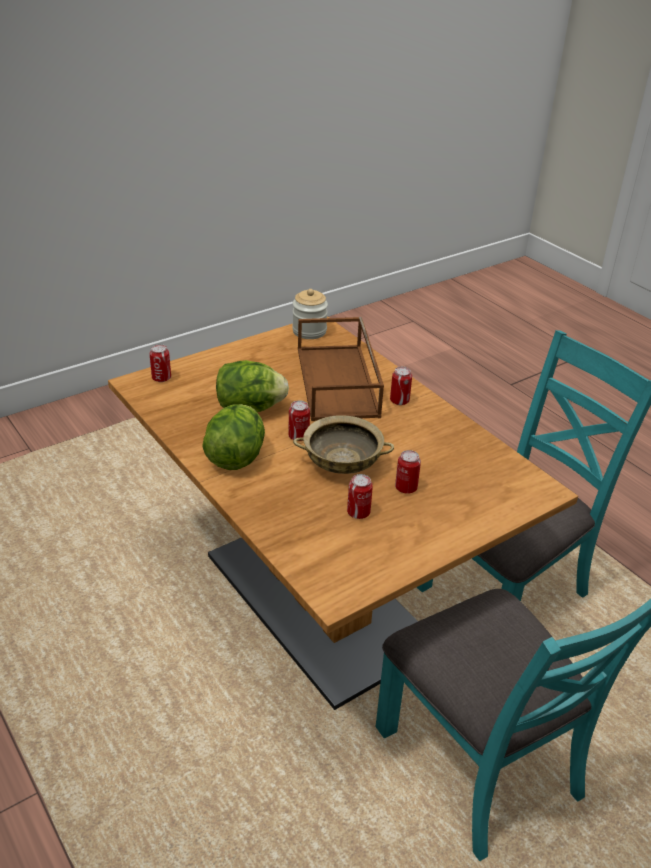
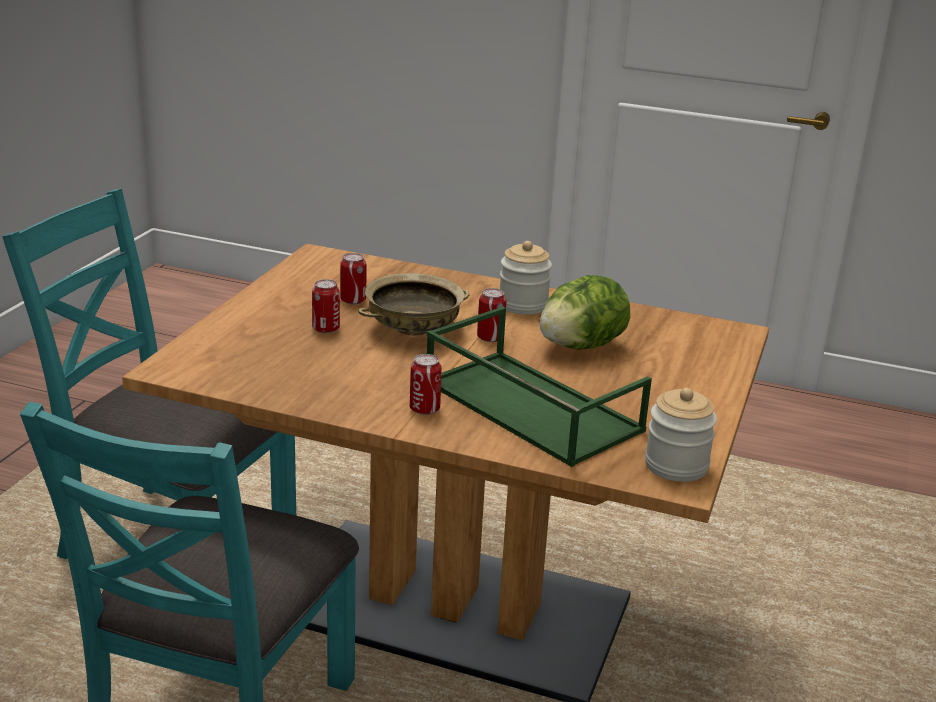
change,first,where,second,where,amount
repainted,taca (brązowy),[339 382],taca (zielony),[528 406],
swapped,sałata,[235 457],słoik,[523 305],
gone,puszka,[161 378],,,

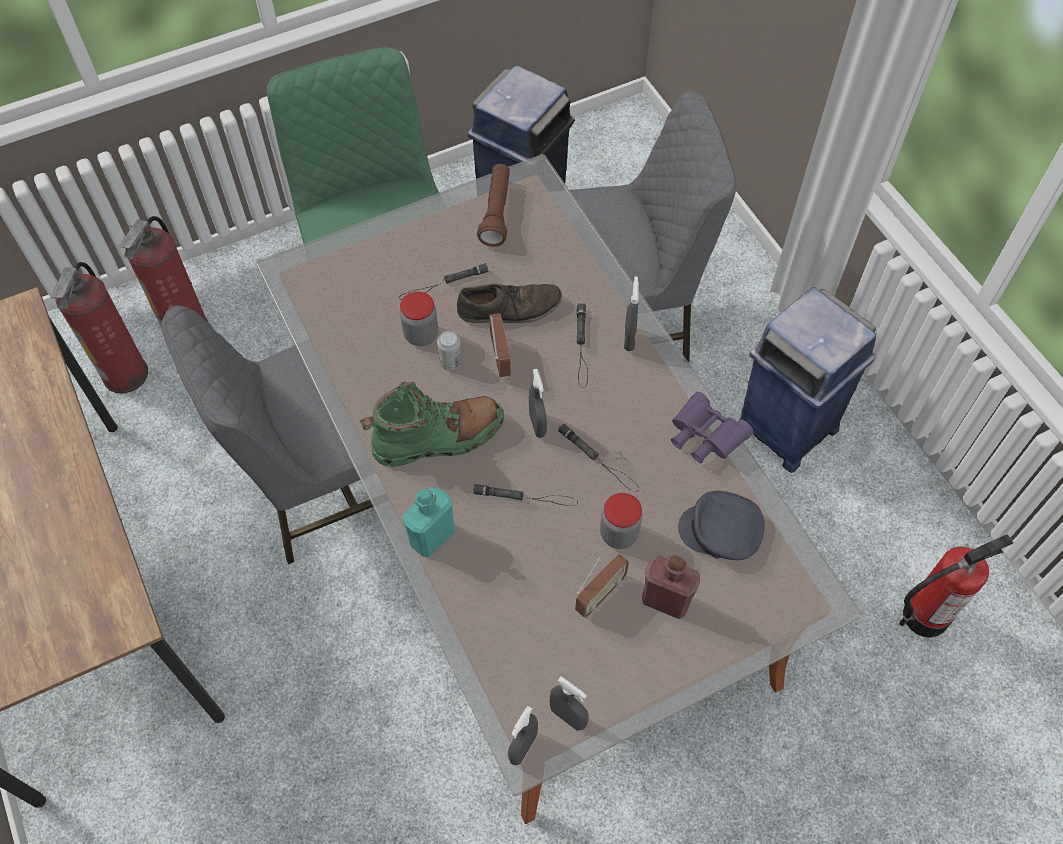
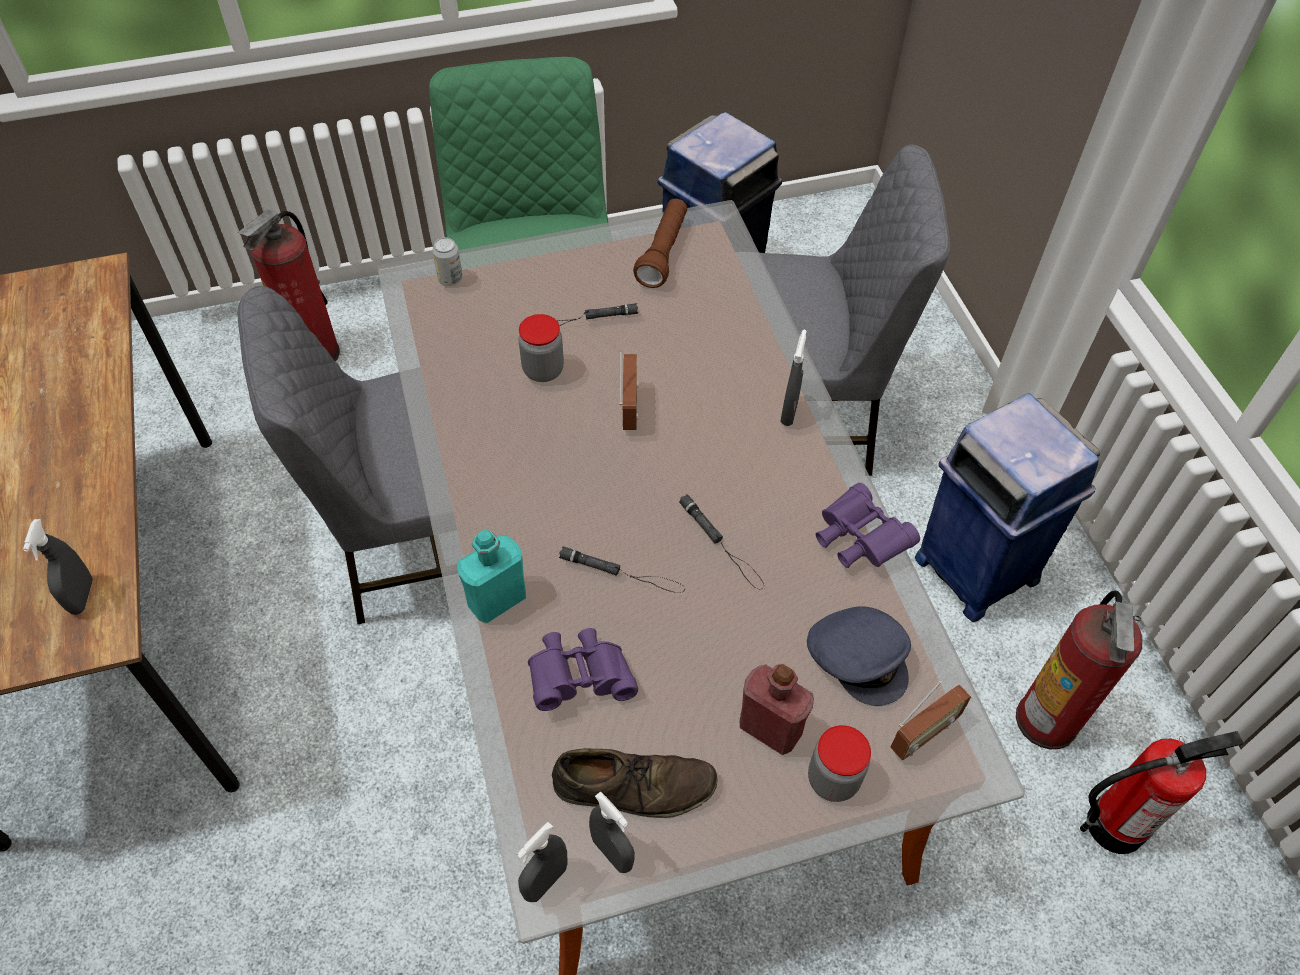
change,first,where,second,where,amount
shifted,spryskiwacz (szary),[537 424],,[82 596],
shifted,puszka,[450 362],,[450 279],
new,,,lornetka (fioletowy),[580 678],
shifted,but (brązowy),[509 308],,[634 786],
rotated,czapka z daszkiem (szary),[721 533],,[858 658],150 degrees counterclockwise
shifted,słoik,[619 534],,[833 779],
shifted,radio,[600 594],,[923 734],
shifted,gaśnica,[126 374],,[1047 721],
gone,but z cholewką (zielony),[438 438],,,
gone,latarka (czarny),[582 347],,,

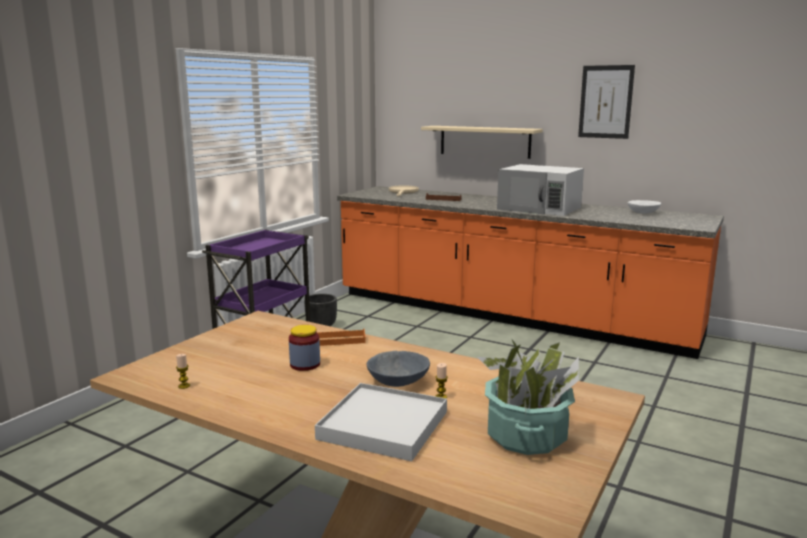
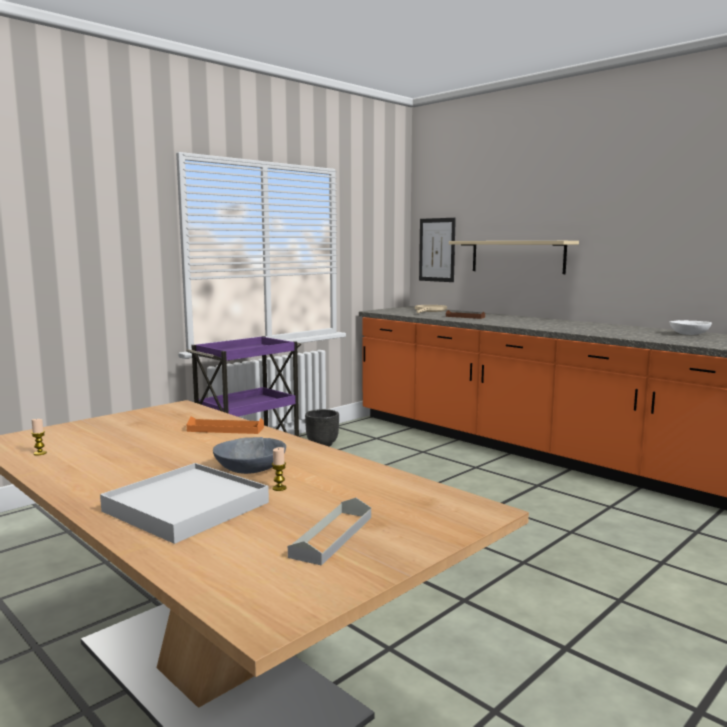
change,first,where,second,where,amount
swapped,roślina doniczkowa,[526 436],taca (szary),[332 536],
shifted,obraz,[605 102],,[437 250],
gone,słoik,[305 364],,,
gone,mikrofalówka (biały),[540 208],,,

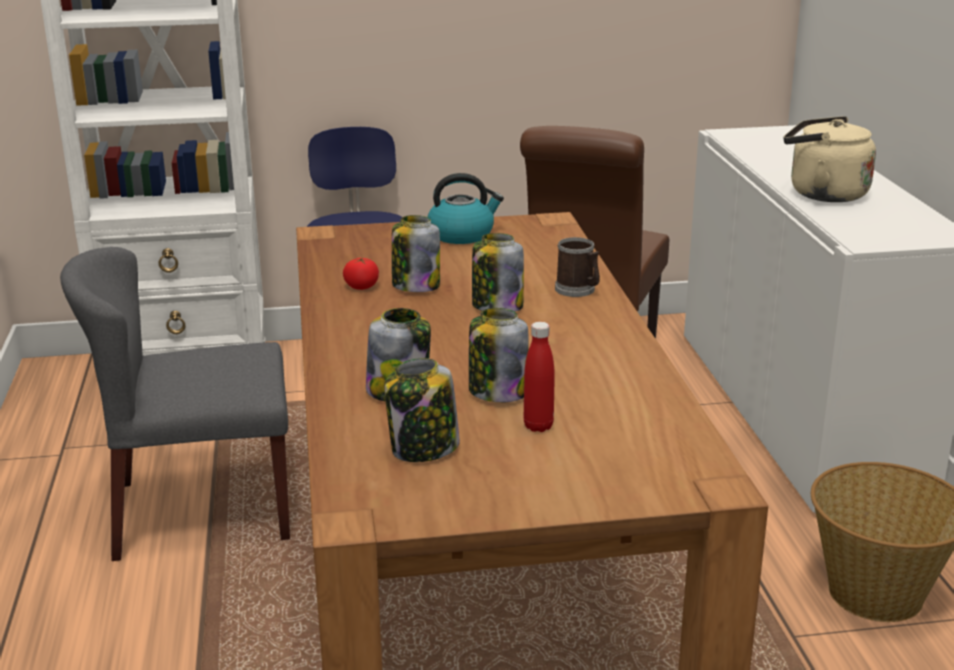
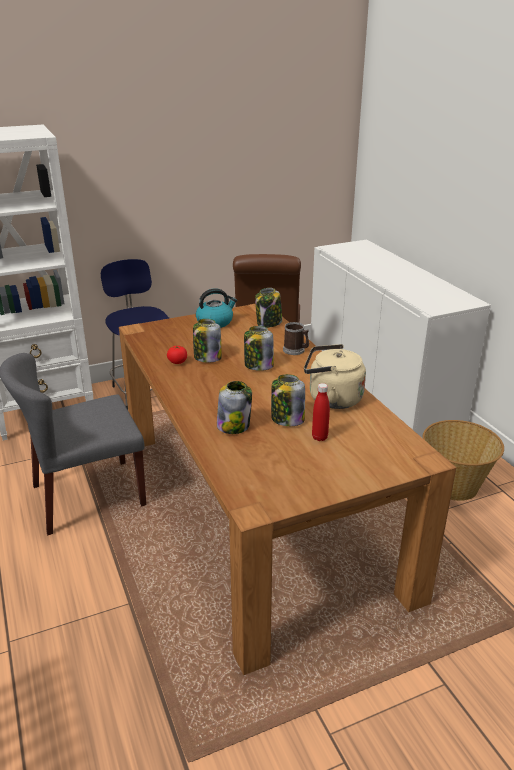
change,first,where,second,where,amount
shifted,słoik,[423 449],,[269 323],
shifted,czajnik (beżowy),[822 194],,[331 399],

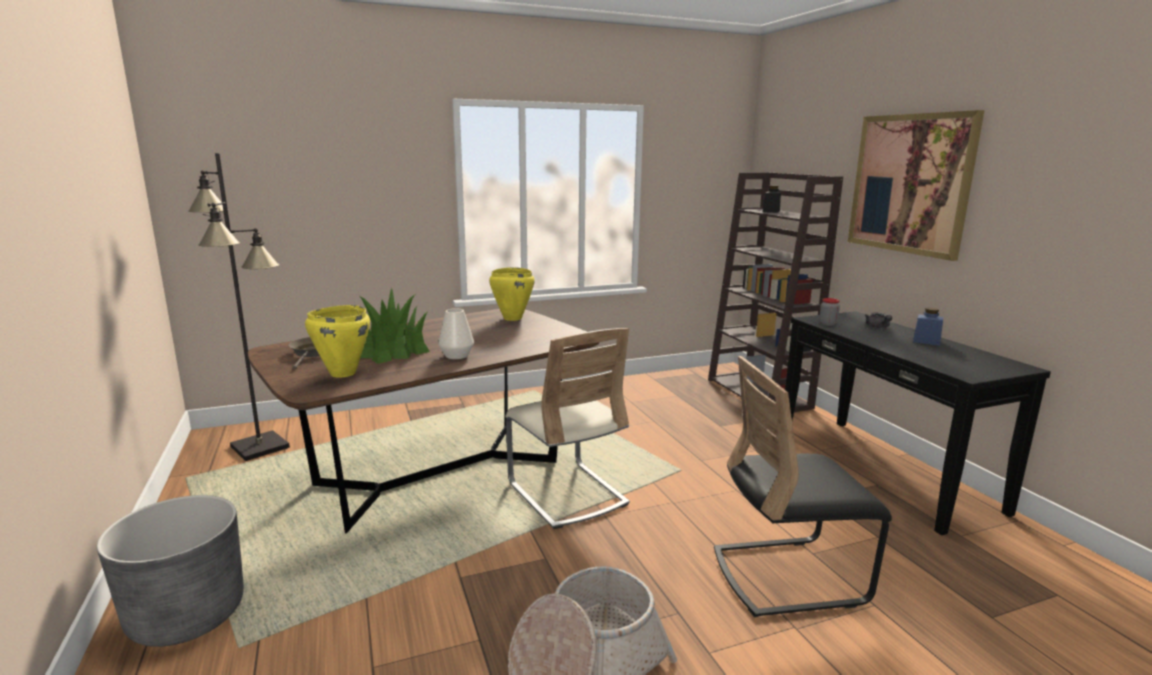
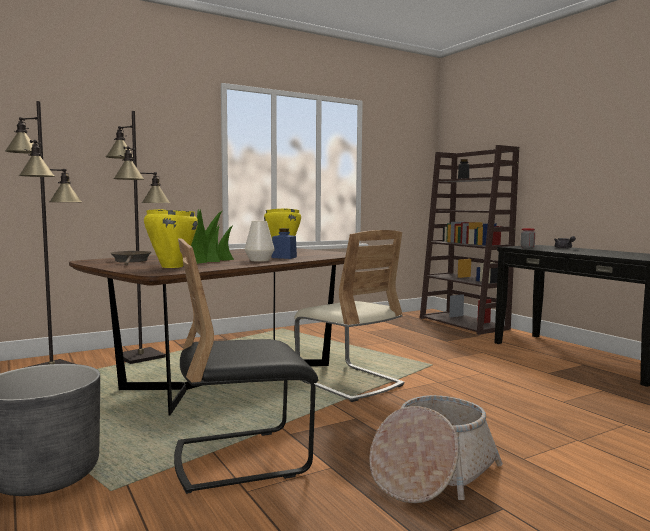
change,first,where,second,where,amount
new,,,lampa stojąca (czarny),[141 357],
shifted,krzesło (czarny),[788 575],,[241 458],
shifted,słoik (niebieski),[926 341],,[284 257],
gone,obraz,[910 184],,,

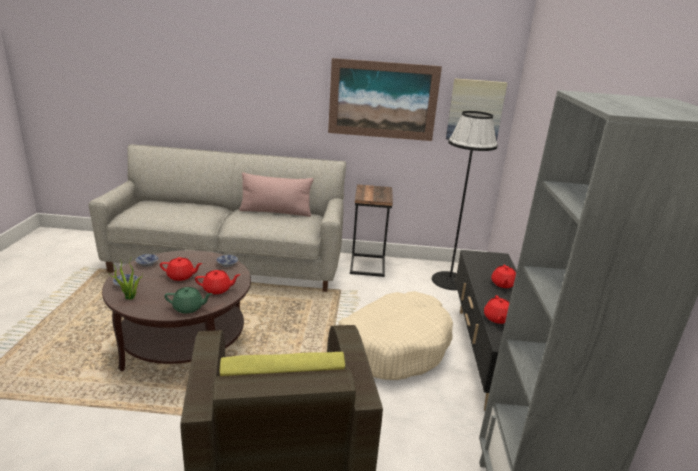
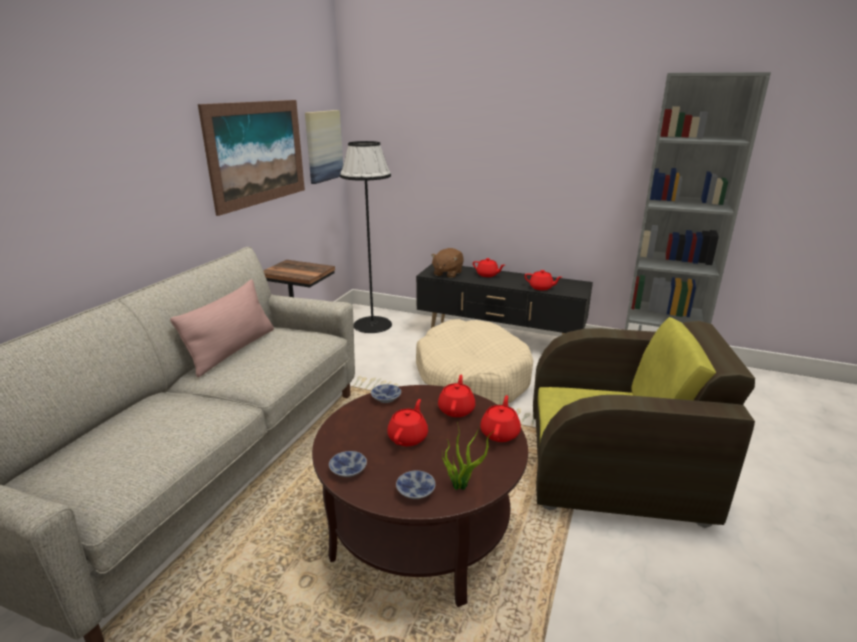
change,first,where,second,where,amount
new,,,pluszak (brązowy),[447 273],
repainted,imbryk (zielony),[188 308],imbryk (czerwony),[500 433],

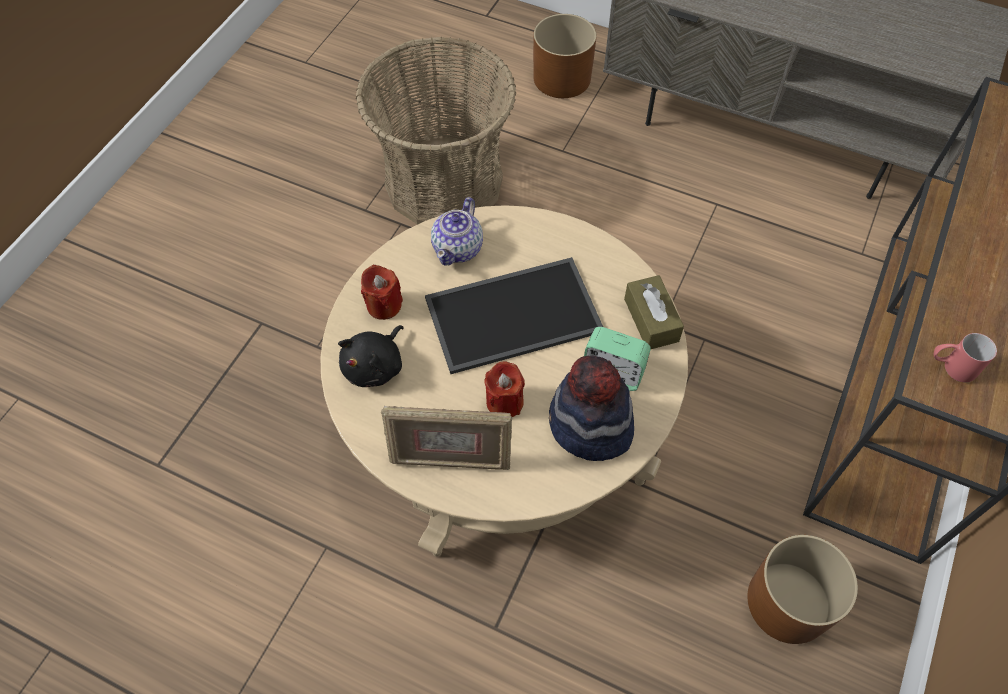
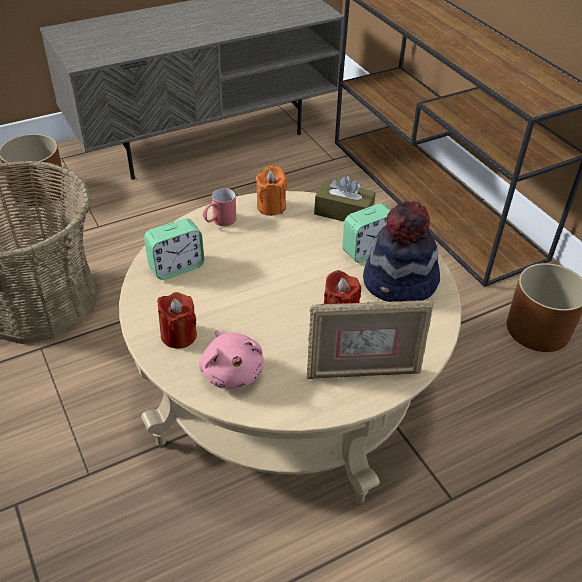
change,first,where,second,where,amount
swapped,imbryk,[458 248],budzik,[176 267],
repainted,pluszak (czarny),[375 366],pluszak (różowy),[232 371],
shifted,kubek (czerwony),[951 367],,[219 222],
new,,,świeca (pomarańczowy),[271 207],
rotated,ramka na zdjęcie,[450 460],,[363 371],45 degrees clockwise
gone,taca,[514 312],,,

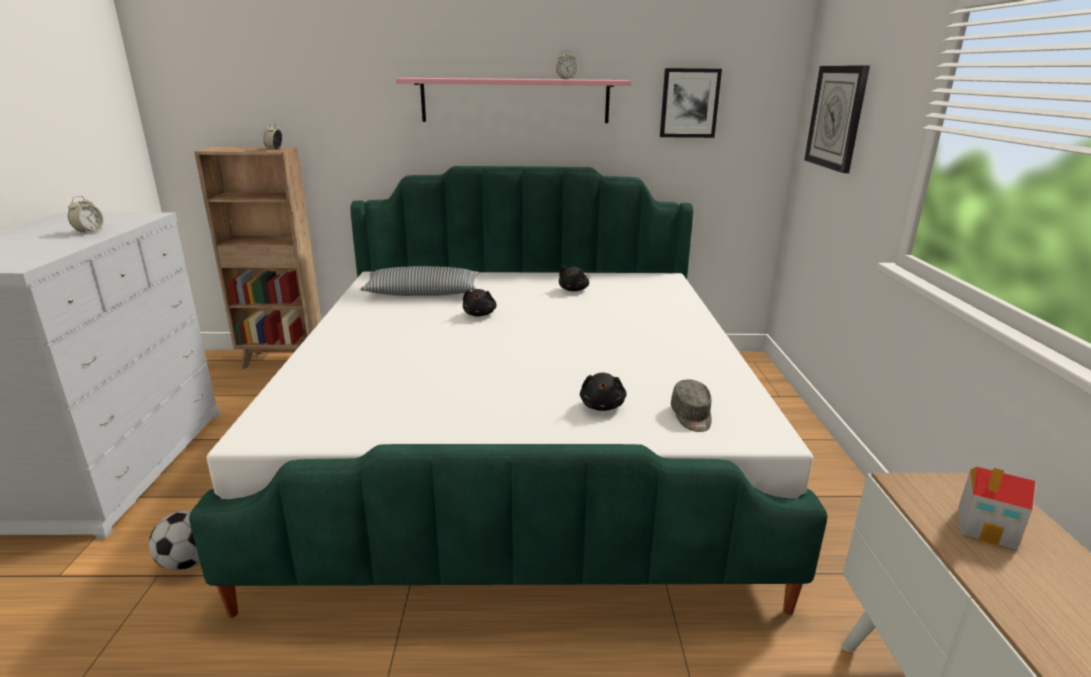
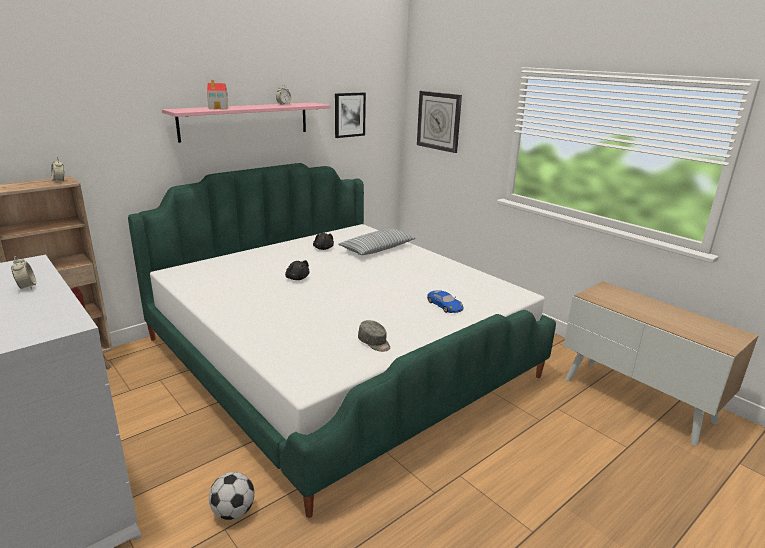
change,first,where,second,where,amount
shifted,domek,[987 528],,[219 108],
shifted,poduszka,[422 293],,[377 249],
shifted,czapka z daszkiem (szary),[691 416],,[374 343],
swapped,pluszak (czarny),[602 406],samochodzik (niebieski),[444 305],

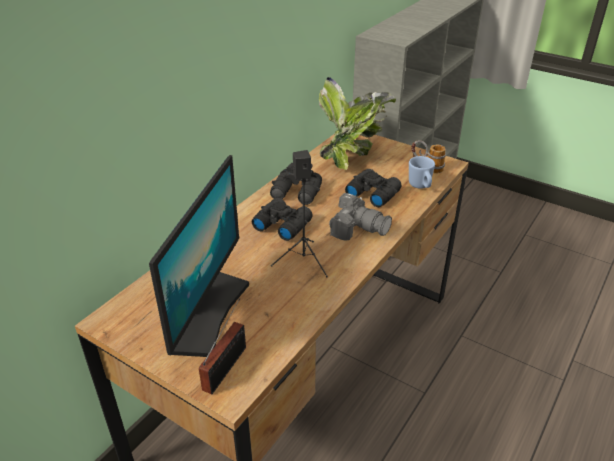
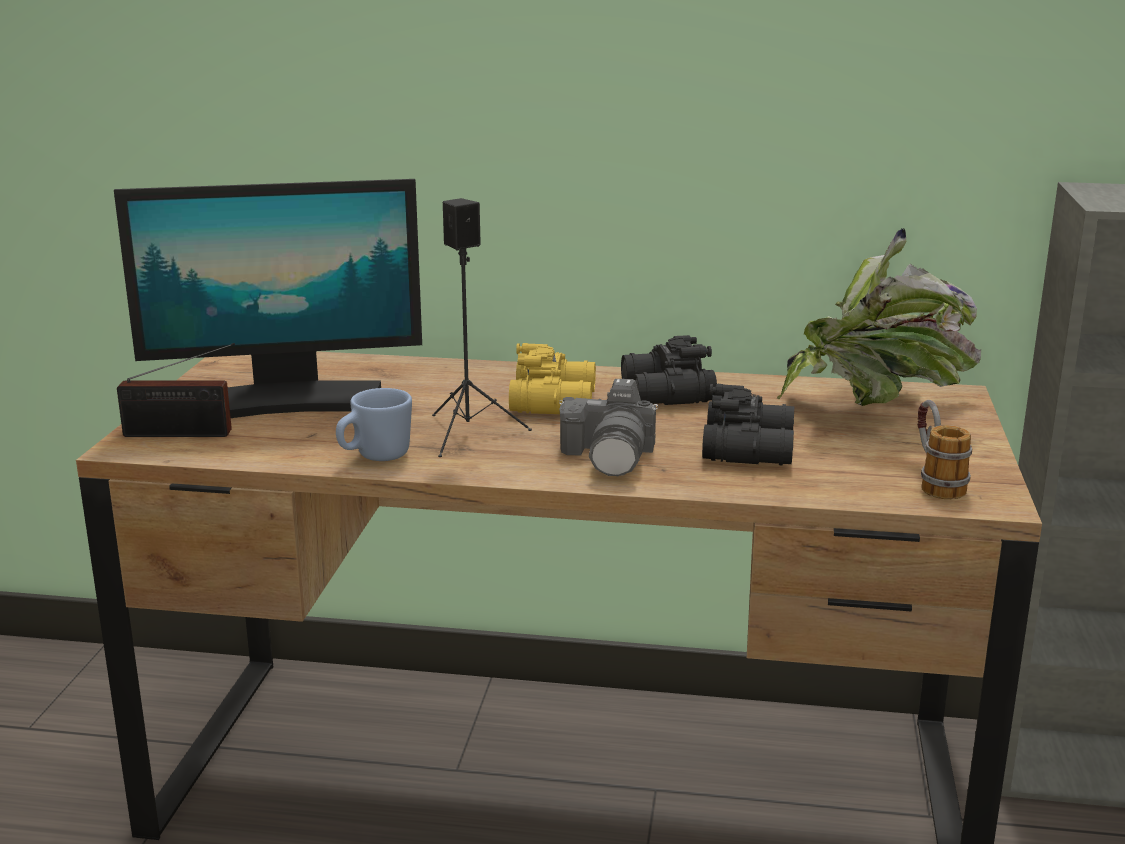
change,first,where,second,where,amount
shifted,kubek (niebieski),[421 186],,[375 457],
repainted,lornetka (czarny),[282 224],lornetka (żółty),[556 401],

